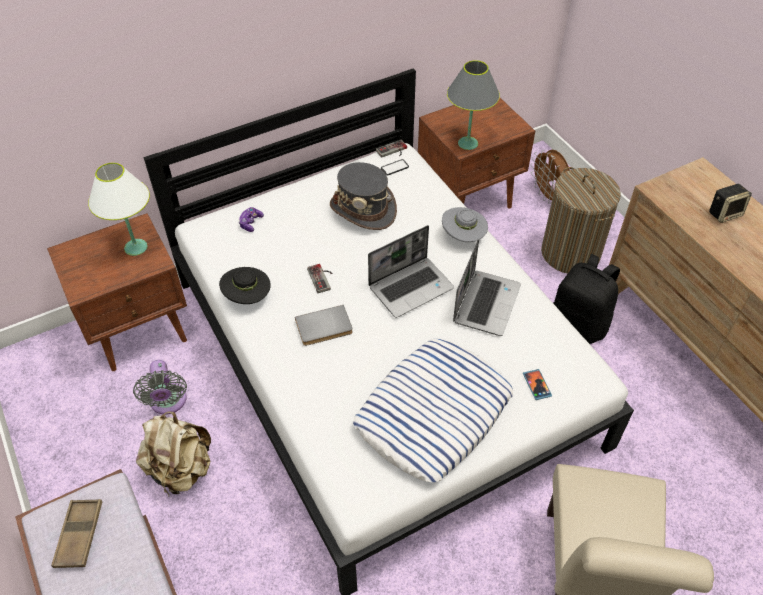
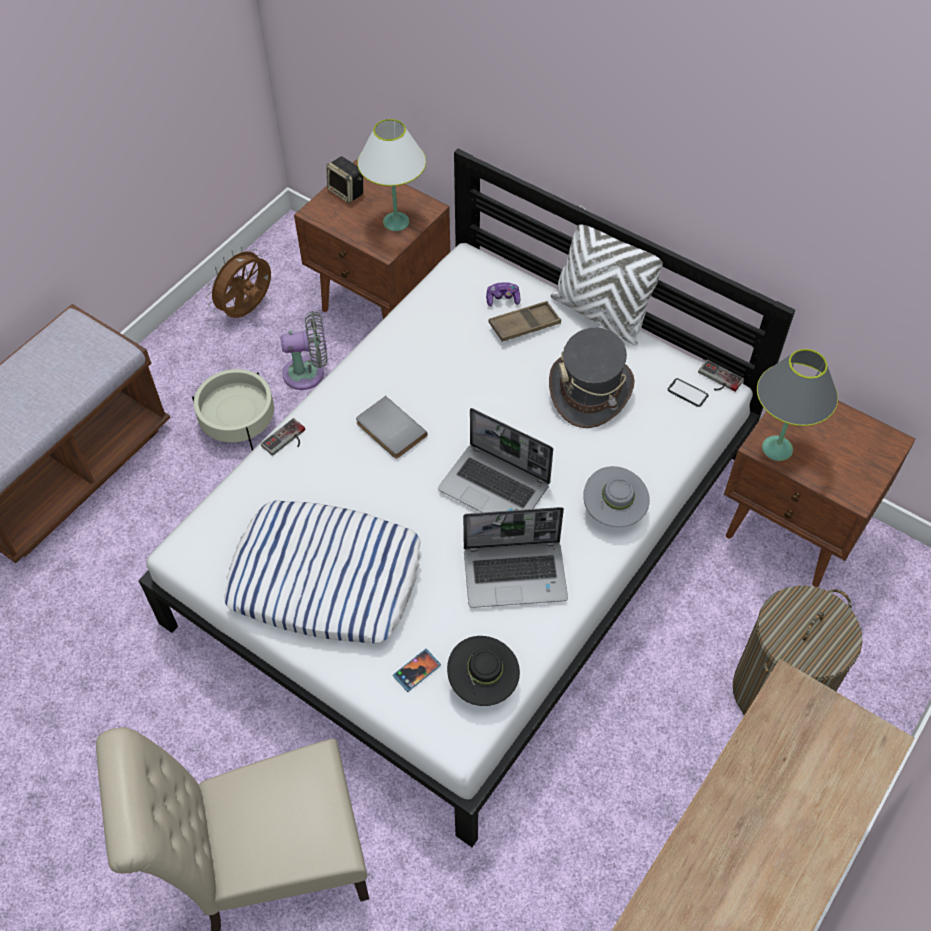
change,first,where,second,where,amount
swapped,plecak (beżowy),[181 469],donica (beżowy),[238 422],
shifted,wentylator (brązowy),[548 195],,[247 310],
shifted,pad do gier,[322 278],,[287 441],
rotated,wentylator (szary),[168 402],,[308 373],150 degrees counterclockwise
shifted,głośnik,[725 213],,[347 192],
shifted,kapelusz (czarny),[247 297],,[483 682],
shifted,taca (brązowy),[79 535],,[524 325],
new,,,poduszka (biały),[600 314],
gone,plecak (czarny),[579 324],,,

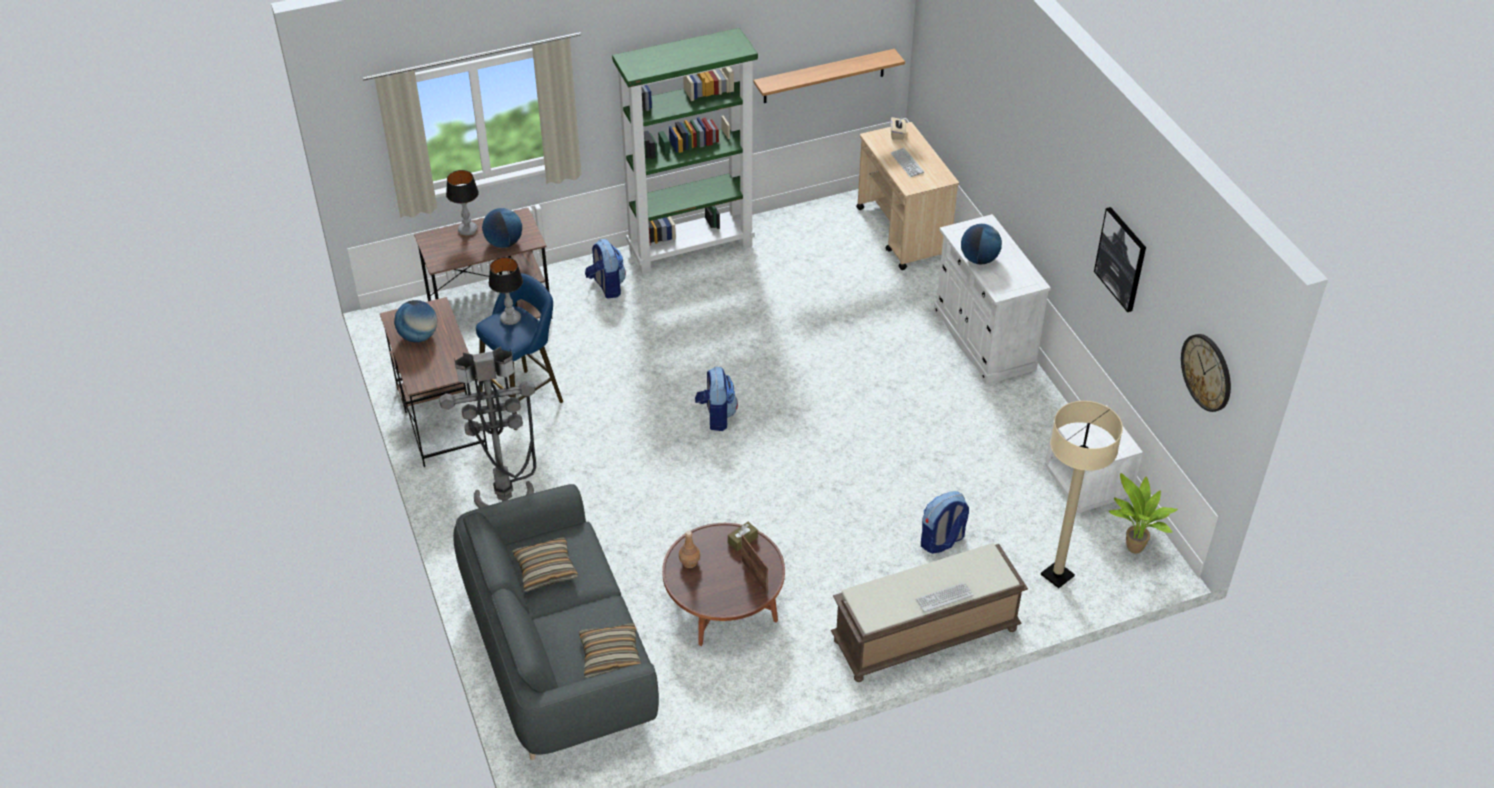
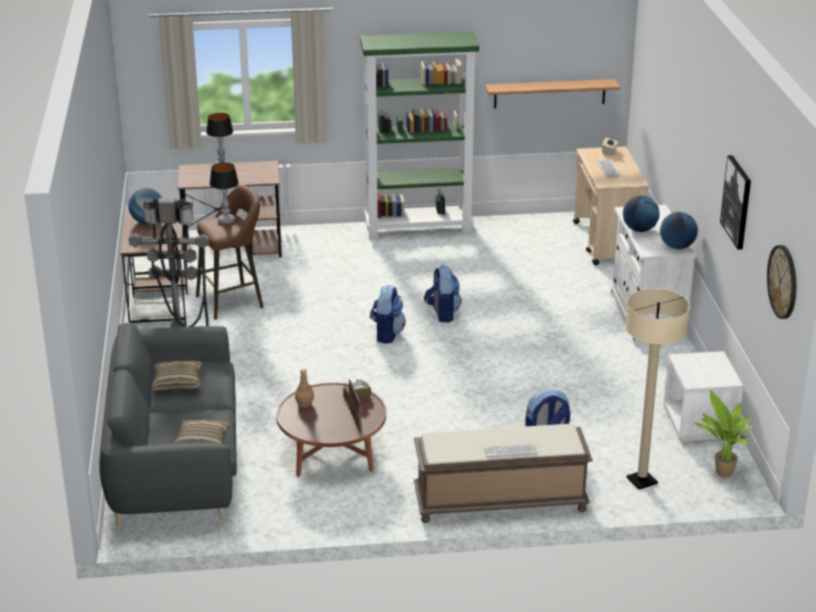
change,first,where,second,where,amount
repainted,stołek (niebieski),[524 397],stołek (brązowy),[233 301],
shifted,plecak,[607 286],,[442 314],
shifted,globus,[504 243],,[677 247],

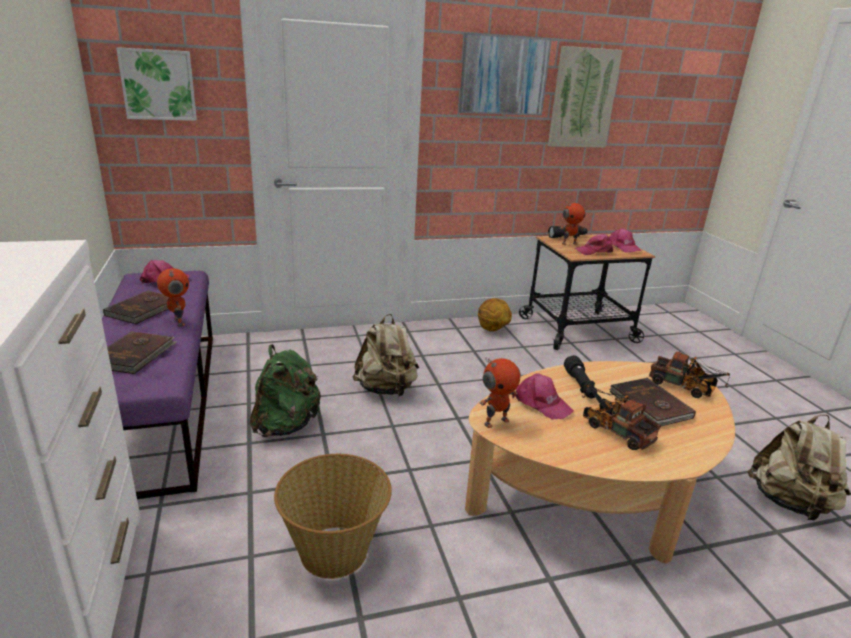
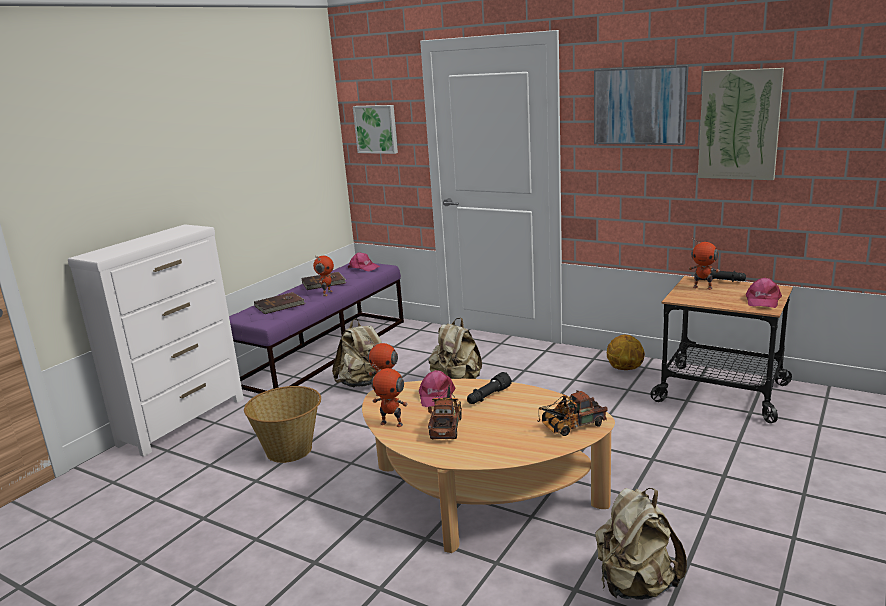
change,first,where,second,where,amount
repainted,plecak (zielony),[286 425],plecak (beżowy),[364 383],
new,,,robot zabawkowy,[392 423],
rotated,ciężarówka zabawkowa,[685 388],,[570 426],75 degrees clockwise
gone,czapka z daszkiem (różowy),[594 251],,,
gone,książka (brązowy),[649 405],,,

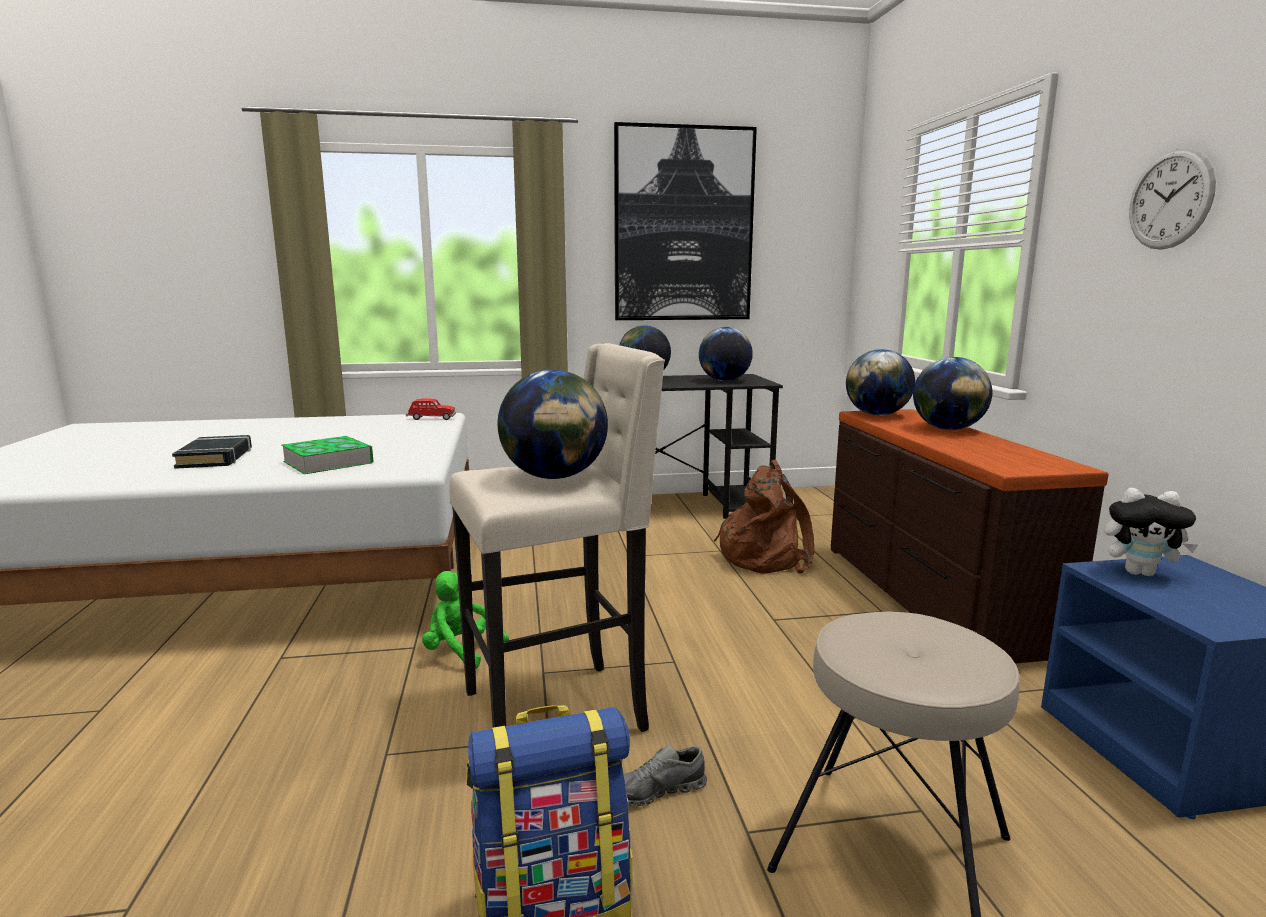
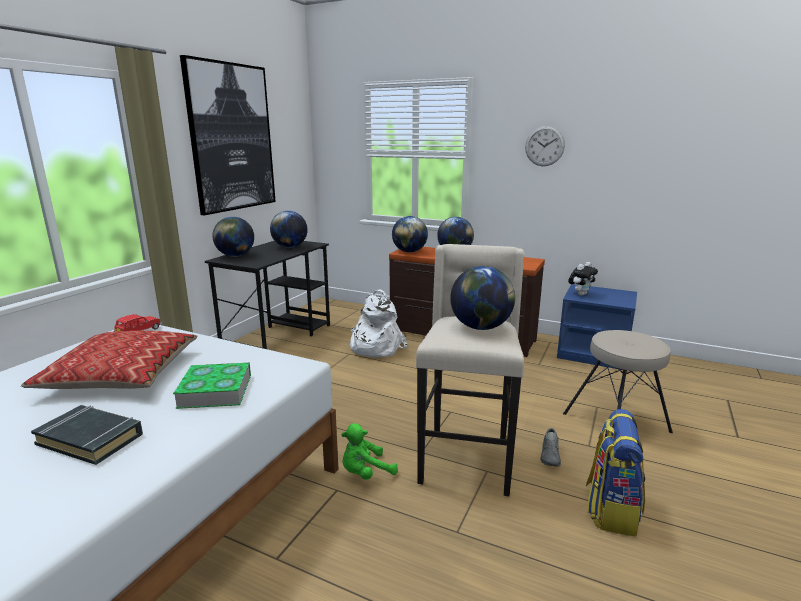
change,first,where,second,where,amount
new,,,poduszka,[122 374],
repainted,plecak (brązowy),[765 557],plecak (biały),[374 347],

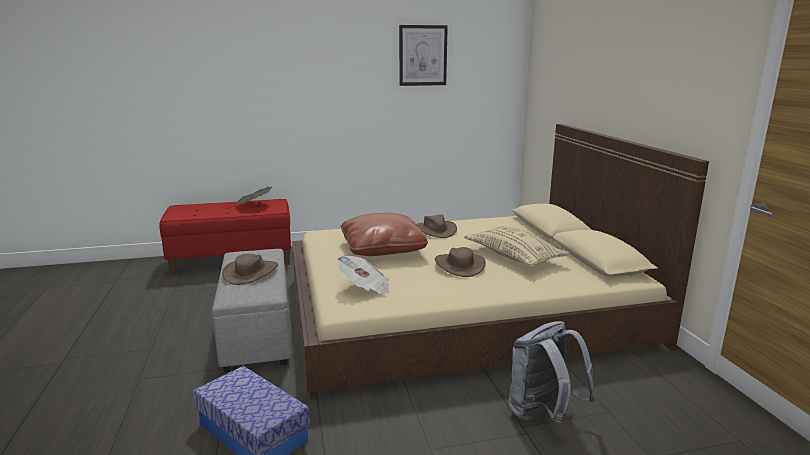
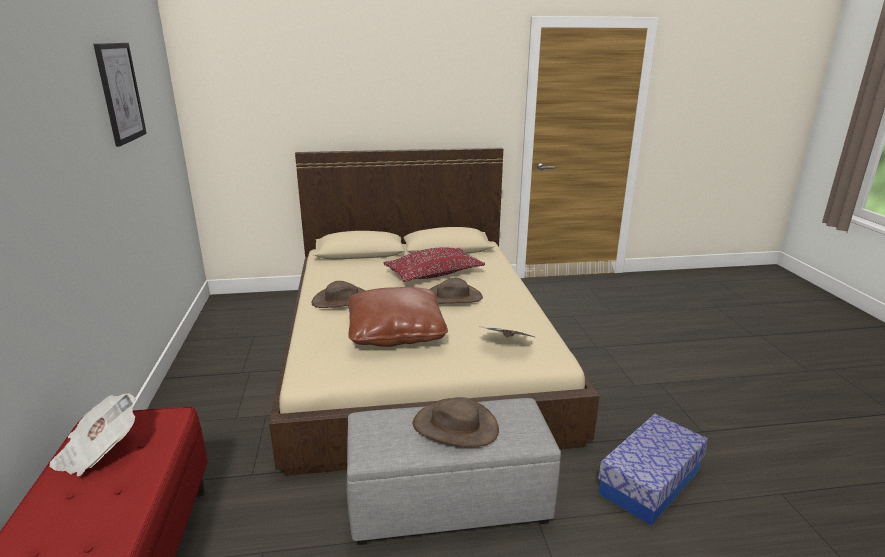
change,first,where,second,where,amount
repainted,poduszka (beżowy),[514 257],poduszka (czerwony),[434 274],
gone,plecak (szary),[543 415],,,

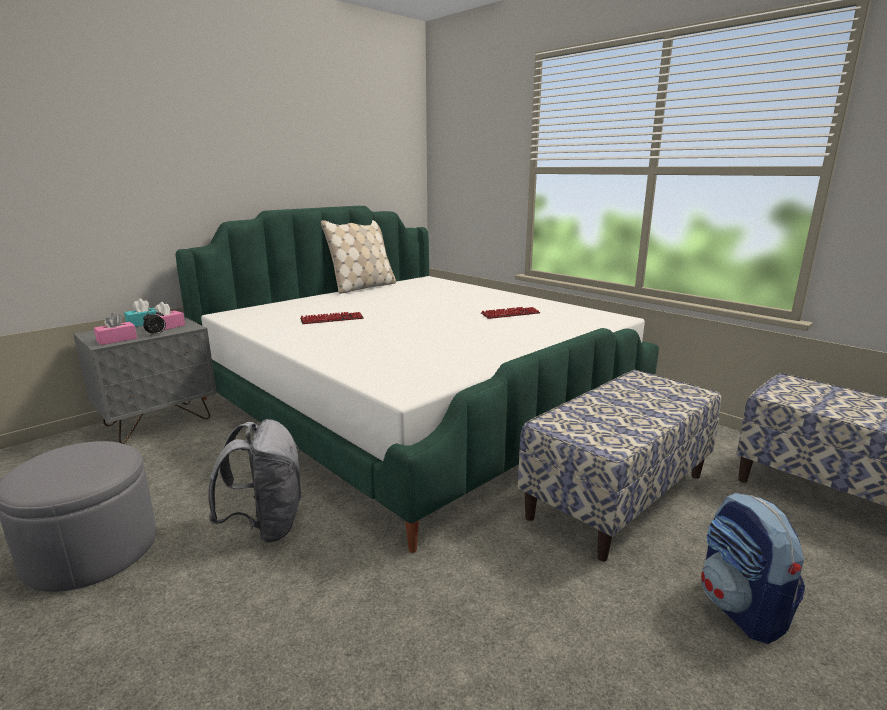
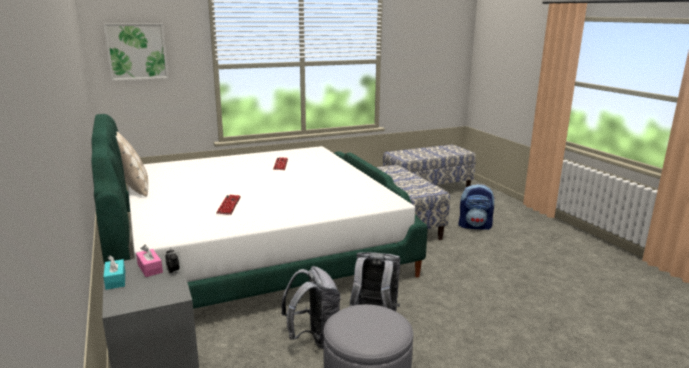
change,first,where,second,where,amount
new,,,obraz,[137 51],
new,,,plecak (szary),[314 339],
gone,pudełko chusteczek (różowy),[117 340],,,

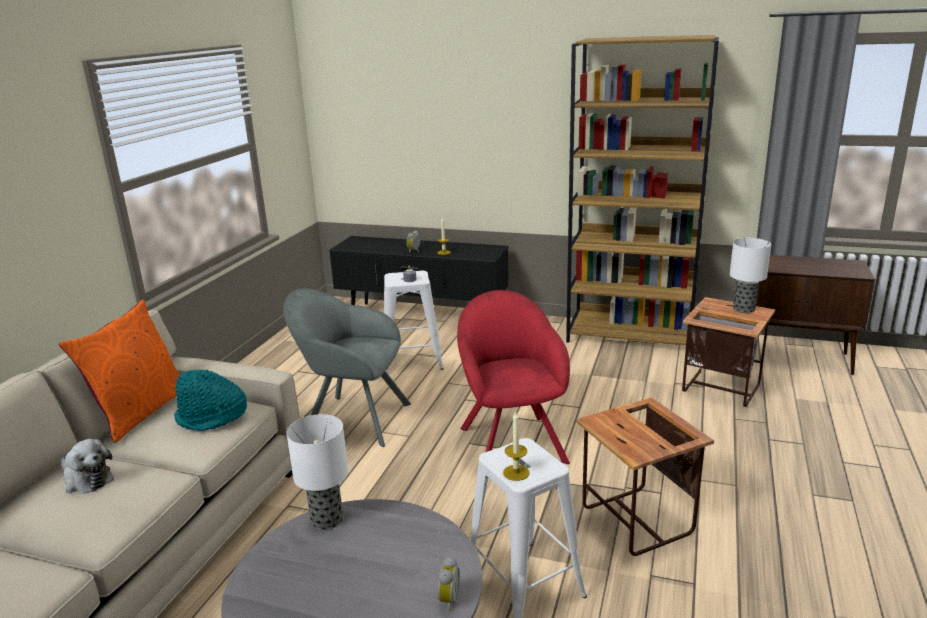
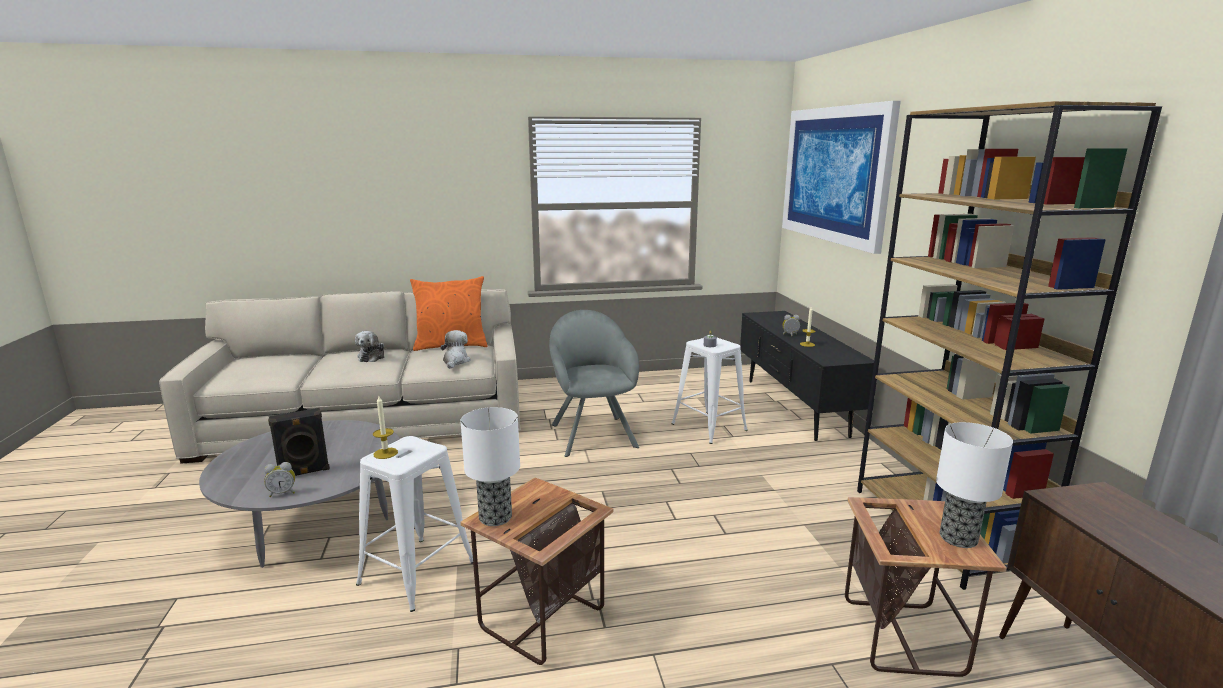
change,first,where,second,where,amount
new,,,głośnik (czarny),[304 473],
swapped,kapelusz (turkusowy),[212 417],pluszak,[455 361],
shifted,lampa stołowa,[327 520],,[494 517],
new,,,obraz,[834 174],
gone,fotel (czerwony),[511 441],,,

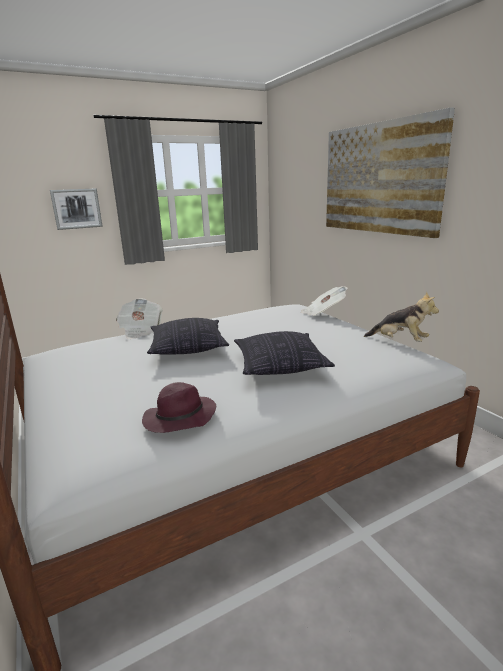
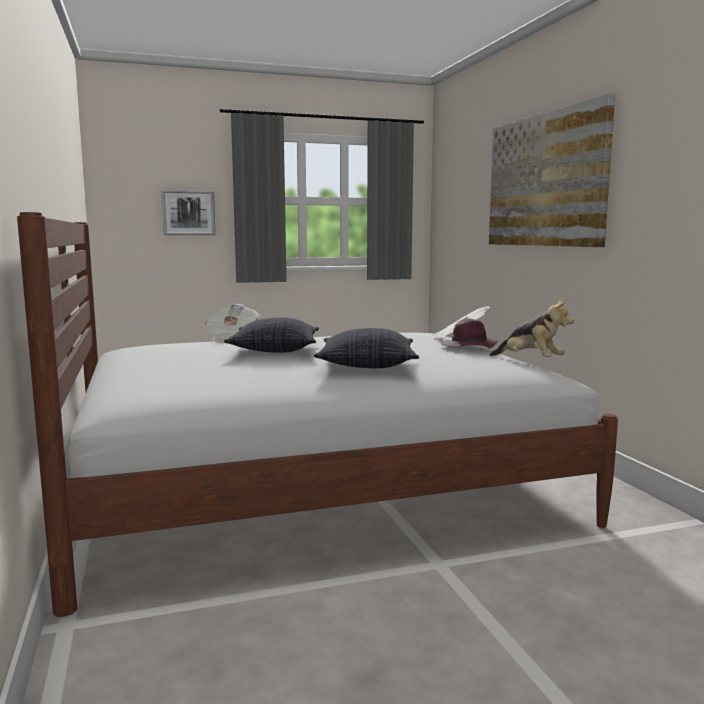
change,first,where,second,where,amount
shifted,kapelusz (fioletowy),[179 419],,[468 347],

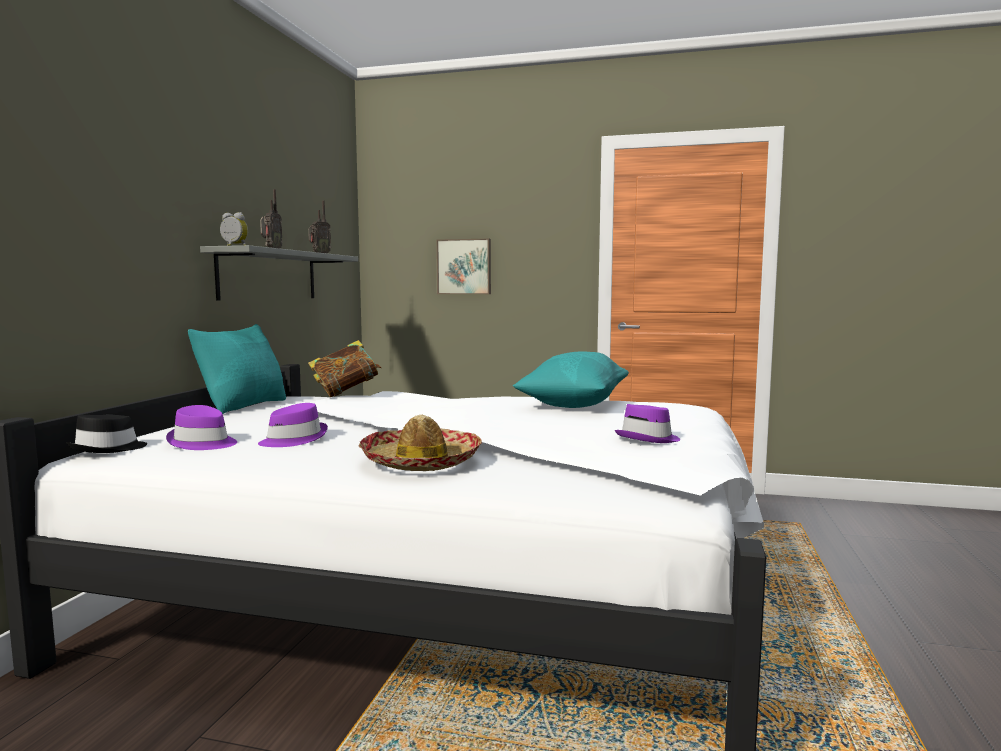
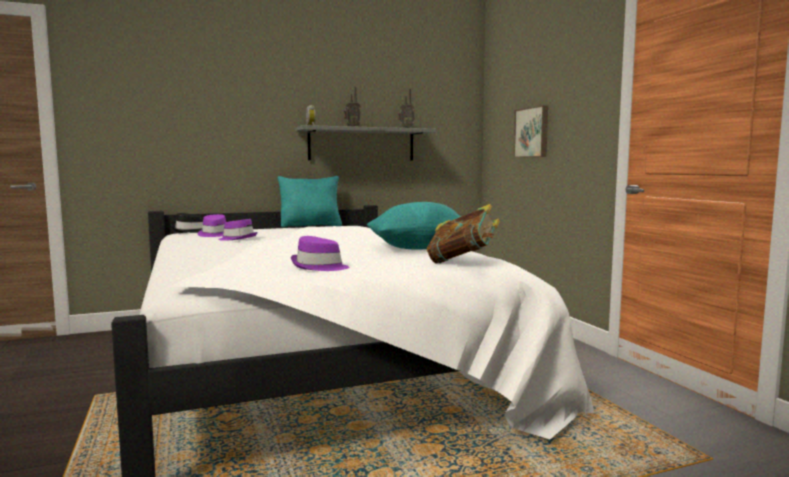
change,first,where,second,where,amount
shifted,książka,[346 393],,[463 262],
gone,kapelusz,[421 462],,,

